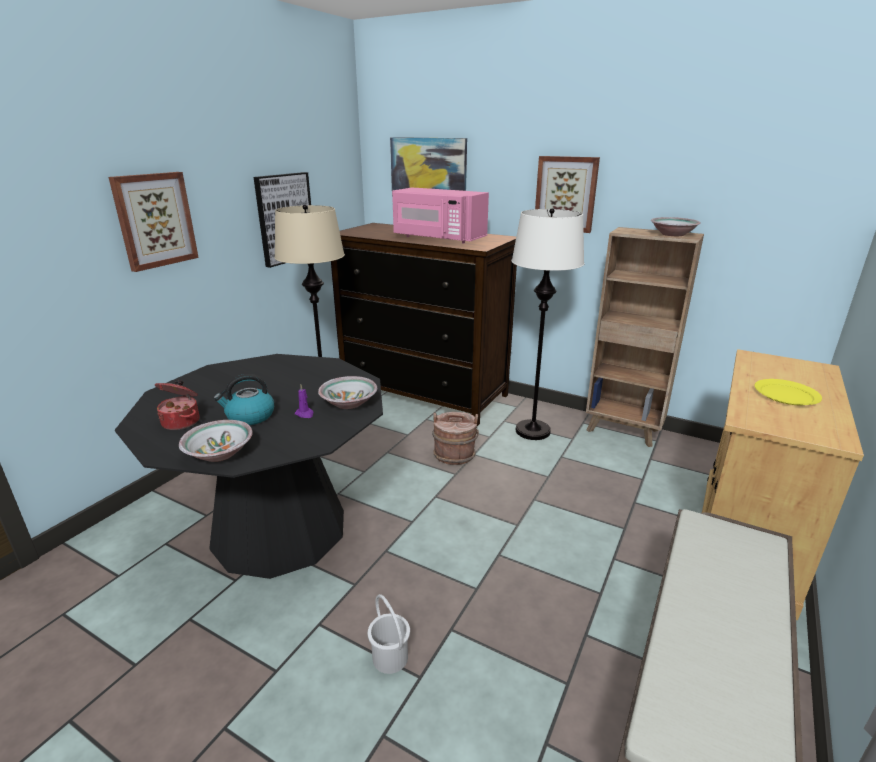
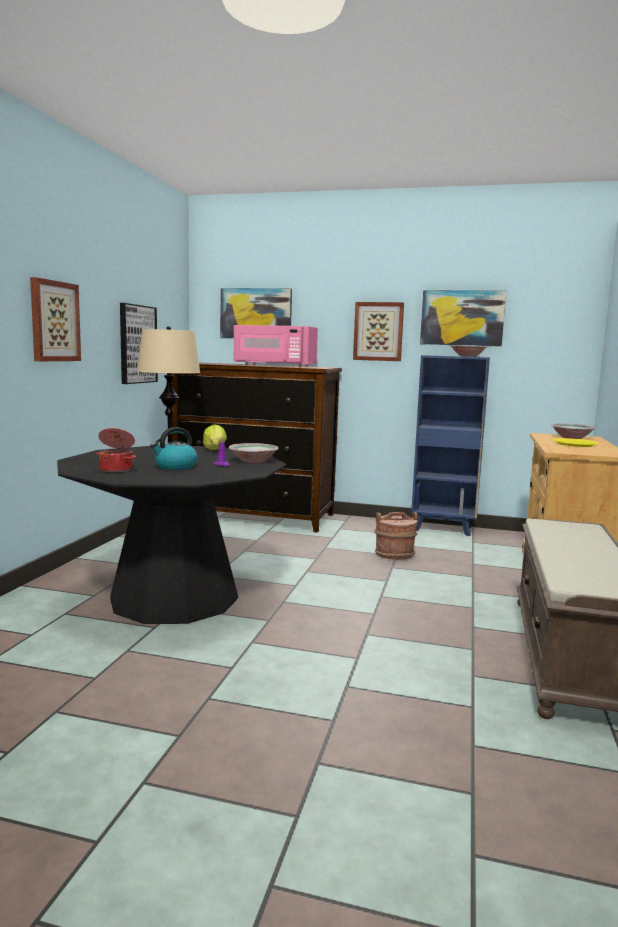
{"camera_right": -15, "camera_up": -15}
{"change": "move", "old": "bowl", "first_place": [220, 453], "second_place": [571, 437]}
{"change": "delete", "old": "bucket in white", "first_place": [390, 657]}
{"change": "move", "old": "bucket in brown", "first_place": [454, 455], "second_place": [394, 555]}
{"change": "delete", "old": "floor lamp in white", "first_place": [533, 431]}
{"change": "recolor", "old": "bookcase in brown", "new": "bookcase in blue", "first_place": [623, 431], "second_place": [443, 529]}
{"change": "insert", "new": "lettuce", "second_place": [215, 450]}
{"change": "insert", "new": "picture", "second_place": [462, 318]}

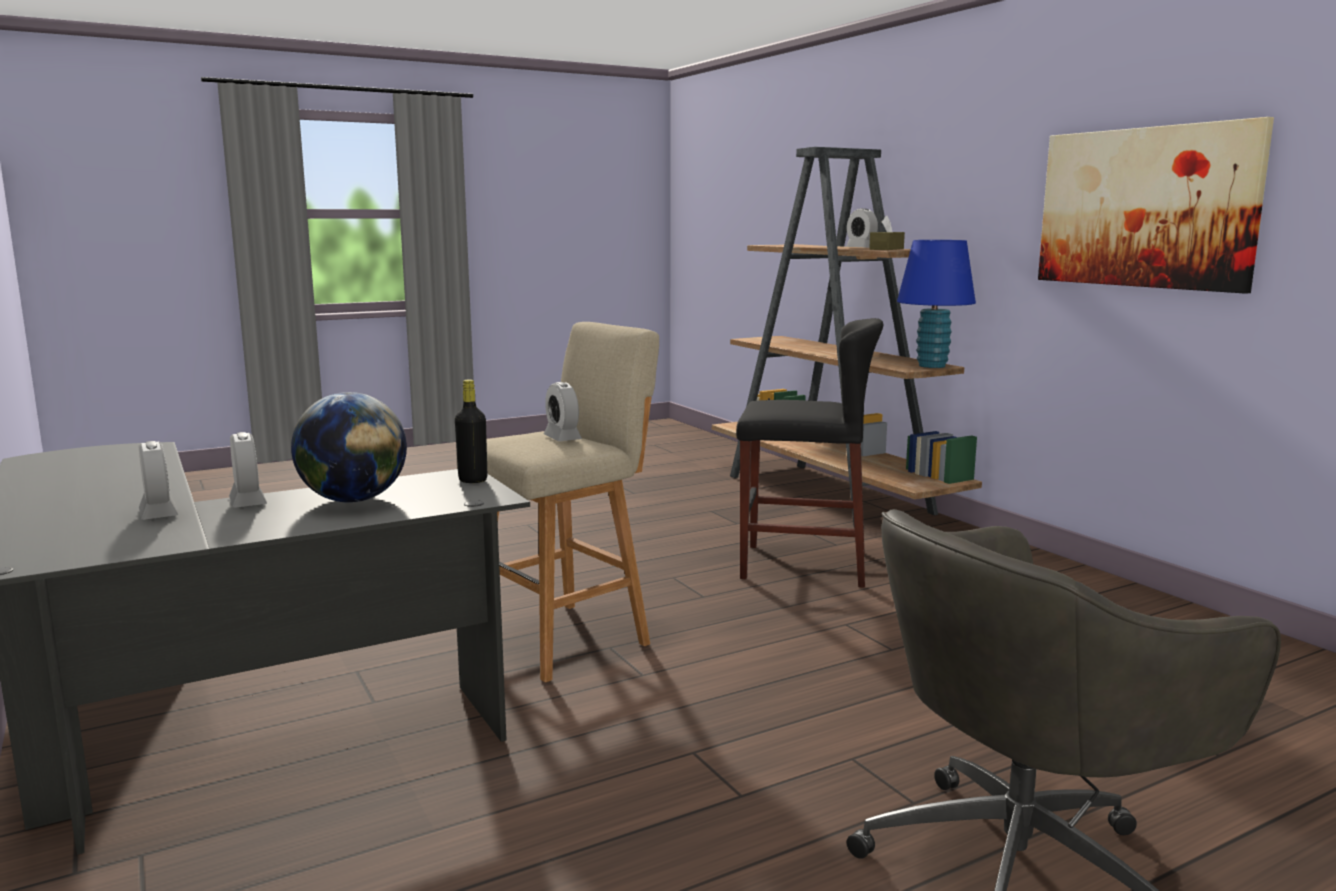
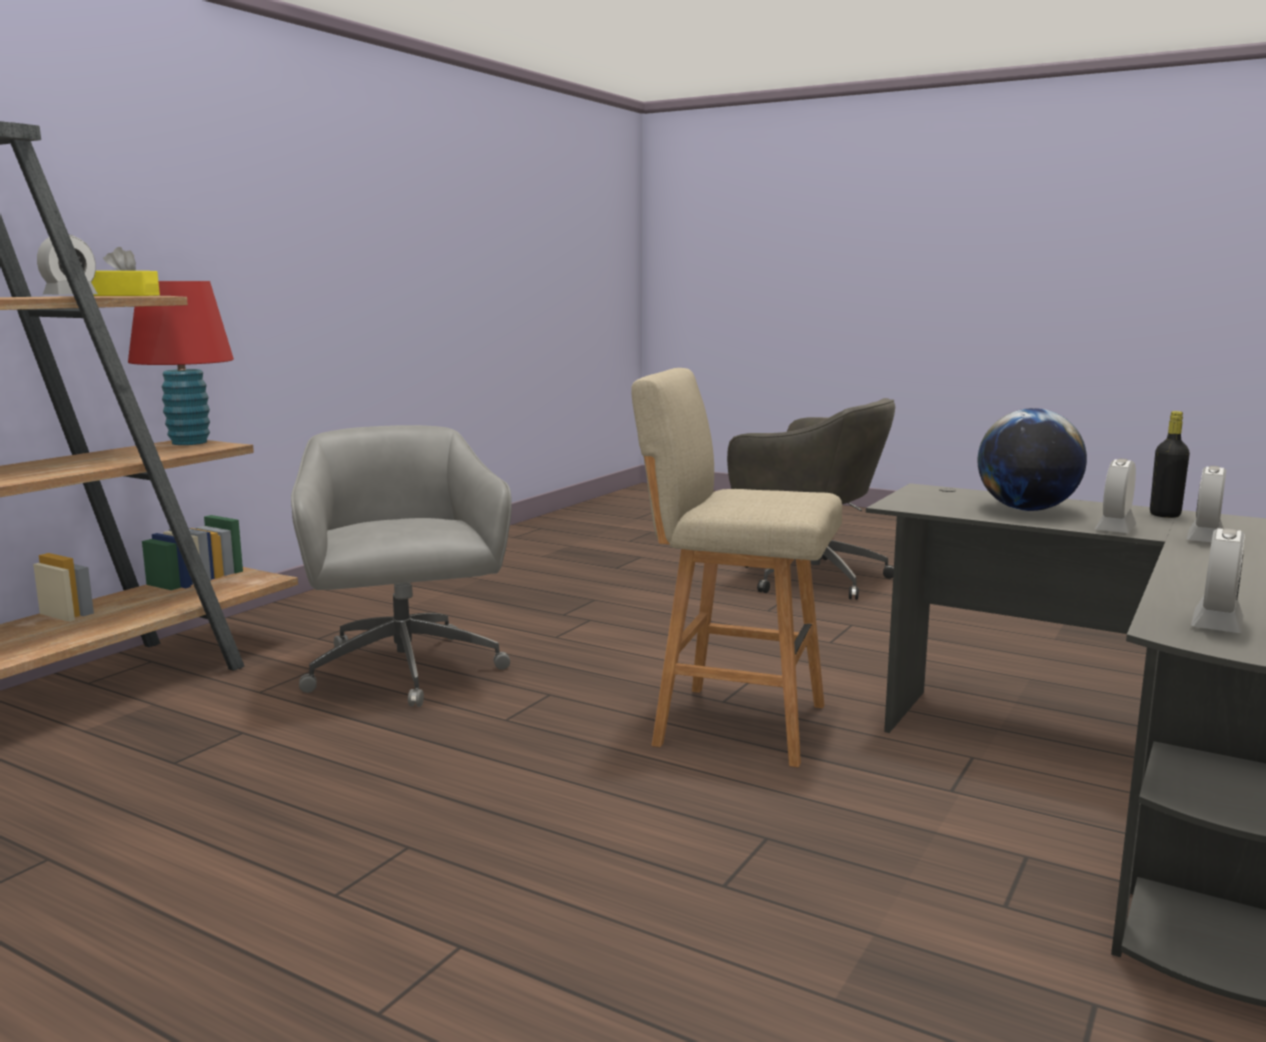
{"camera_right": -120, "camera_up": 0}
{"change": "move", "old": "bottle in black", "first_place": [473, 480], "second_place": [1165, 515]}
{"change": "move", "old": "alarm clock", "first_place": [562, 438], "second_place": [1217, 623]}
{"change": "replace", "old": "stool in black", "new": "office chair in grey", "first_place": [803, 565], "second_place": [405, 672]}
{"change": "recolor", "old": "tissue box in brown", "new": "tissue box in yellow", "first_place": [886, 249], "second_place": [126, 295]}
{"change": "recolor", "old": "table lamp in blue", "new": "table lamp in red", "first_place": [931, 366], "second_place": [189, 442]}
{"change": "delete", "old": "picture", "first_place": [1145, 208]}

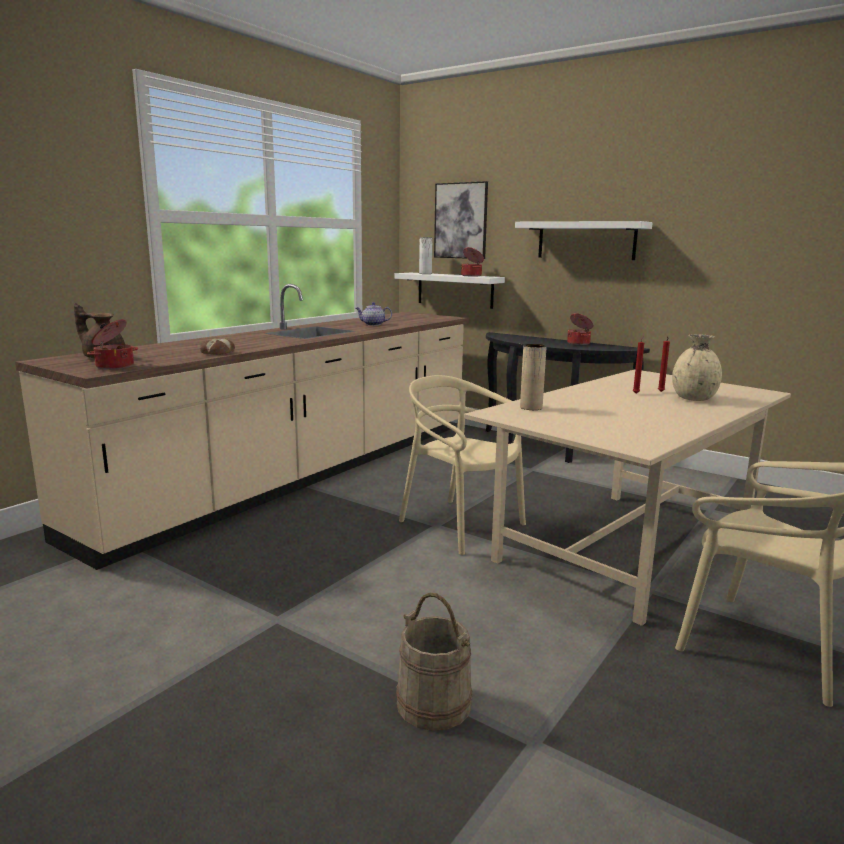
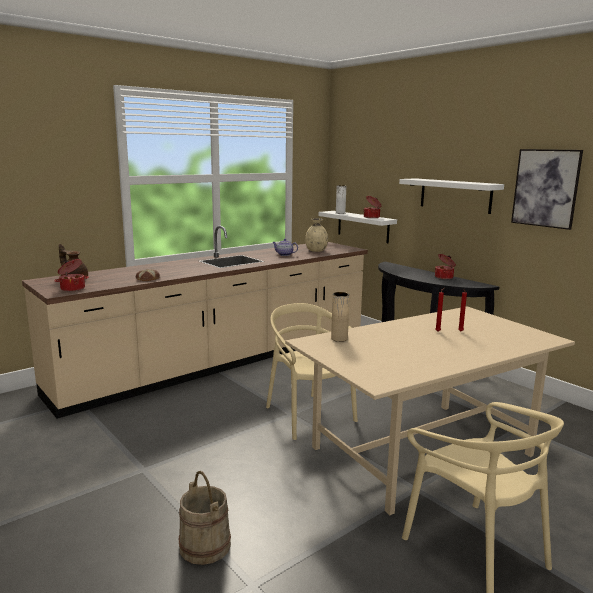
{"camera_right": 15, "camera_up": 0}
{"change": "move", "old": "picture", "first_place": [461, 220], "second_place": [546, 188]}
{"change": "move", "old": "vase in beige", "first_place": [694, 399], "second_place": [316, 251]}

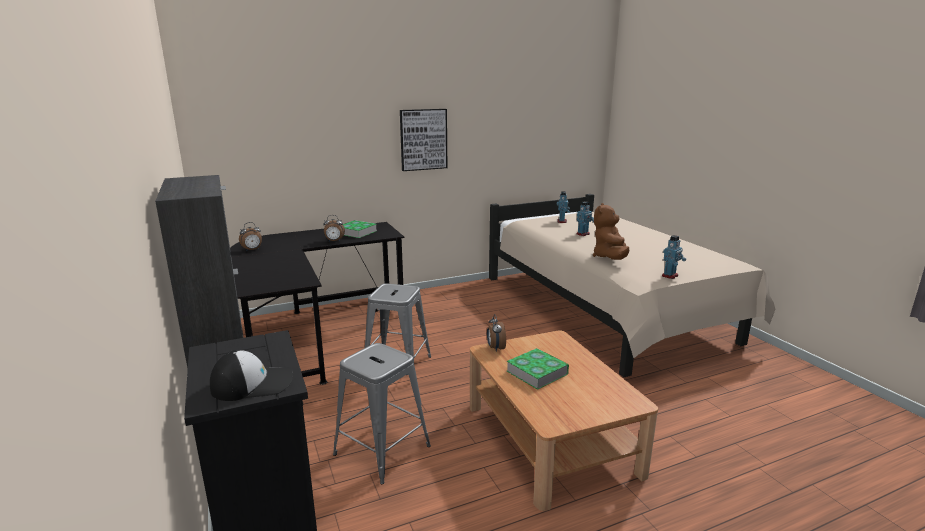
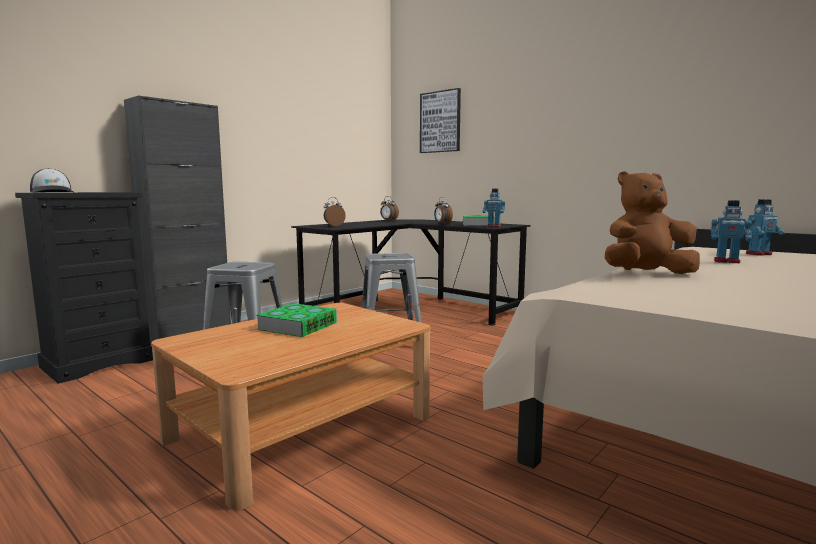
{"camera_right": 65, "camera_up": -10}
{"change": "move", "old": "picture", "first_place": [423, 139], "second_place": [440, 122]}
{"change": "move", "old": "alarm clock", "first_place": [495, 348], "second_place": [333, 226]}
{"change": "move", "old": "toy robot", "first_place": [670, 276], "second_place": [493, 227]}

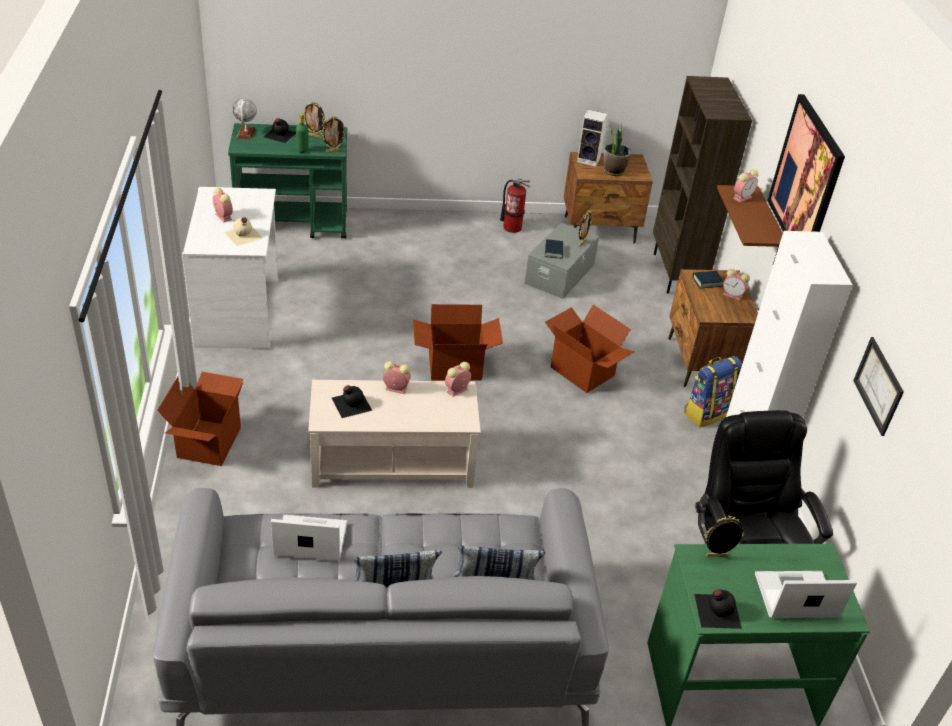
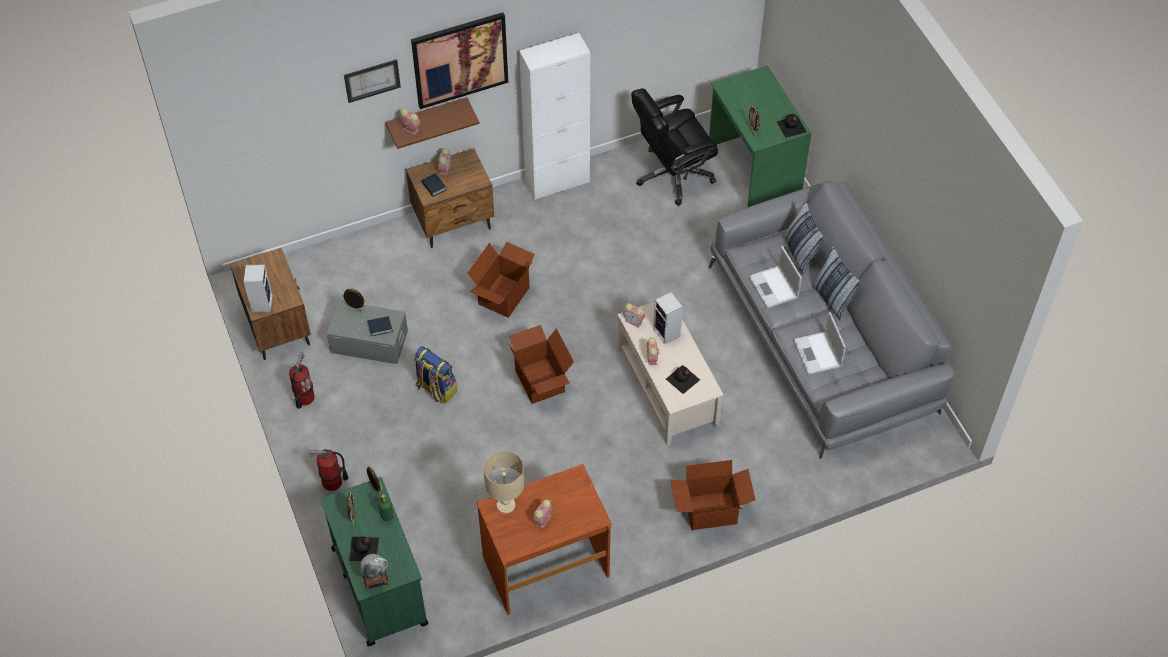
{"camera_right": -105, "camera_up": 15}
{"change": "recolor", "old": "desk in white", "new": "desk in brown", "first_place": [239, 313], "second_place": [545, 565]}
{"change": "delete", "old": "bottle in beige", "first_place": [243, 235]}
{"change": "delete", "old": "potted plant", "first_place": [613, 171]}
{"change": "delete", "old": "bookcase in brown", "first_place": [677, 273]}
{"change": "move", "old": "backpack", "first_place": [706, 412], "second_place": [436, 389]}
{"change": "move", "old": "laptop", "first_place": [794, 596], "second_place": [774, 288]}
{"change": "move", "old": "picture", "first_place": [878, 386], "second_place": [372, 80]}
{"change": "insert", "new": "fire extinguisher", "second_place": [332, 482]}
{"change": "insert", "new": "table lamp in beige", "second_place": [506, 505]}
{"change": "insert", "new": "speaker", "second_place": [667, 333]}

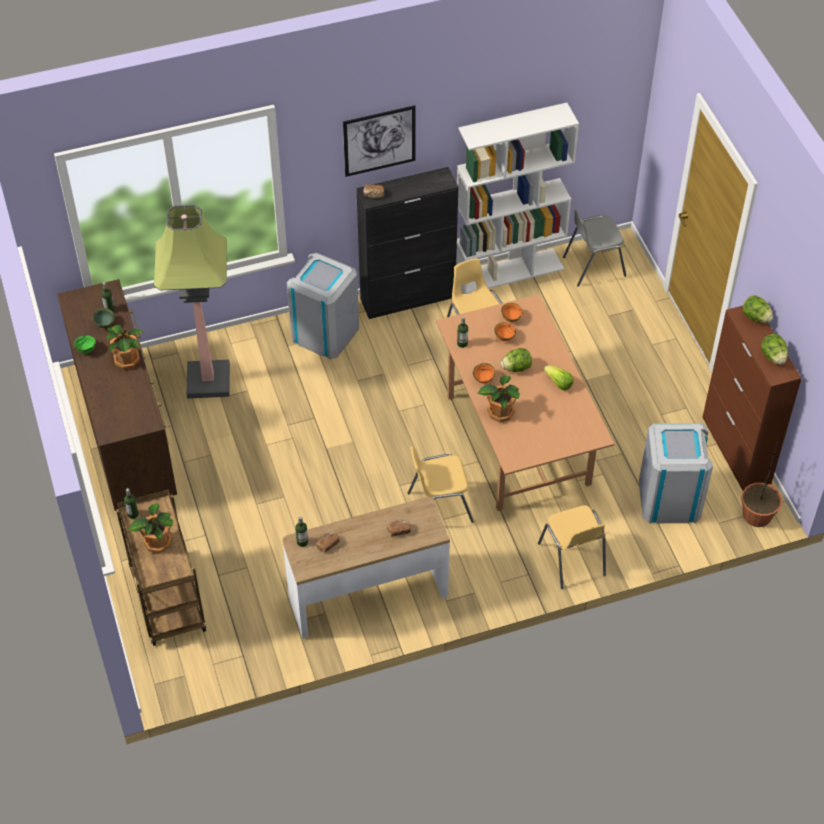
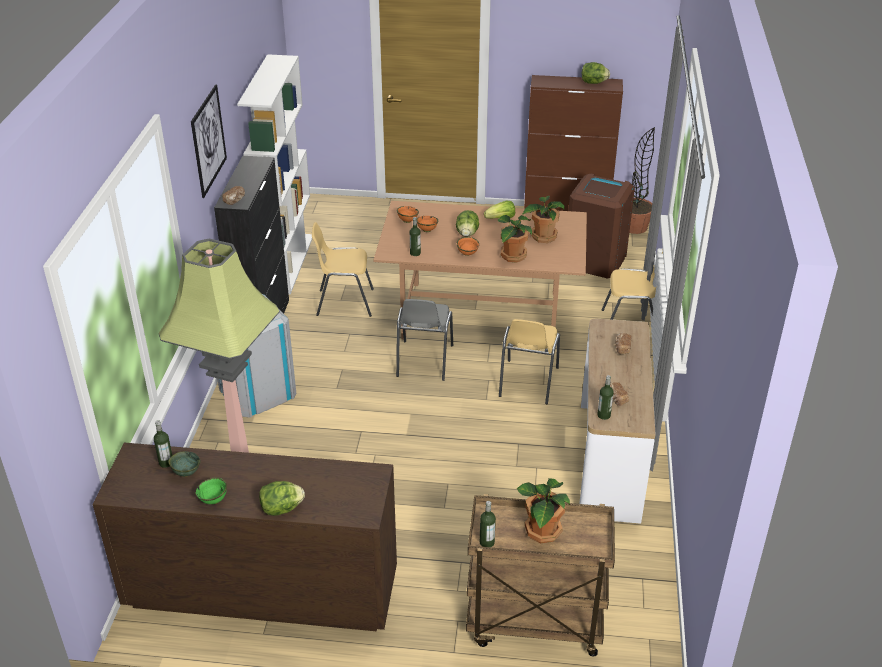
{"camera_right": -65, "camera_up": -15}
{"change": "move", "old": "potted plant", "first_place": [127, 359], "second_place": [543, 236]}
{"change": "move", "old": "chair in grey", "first_place": [593, 266], "second_place": [424, 361]}
{"change": "recolor", "old": "trash can in grey", "new": "trash can in brown", "first_place": [669, 499], "second_place": [595, 260]}
{"change": "move", "old": "lettuce", "first_place": [755, 317], "second_place": [281, 509]}

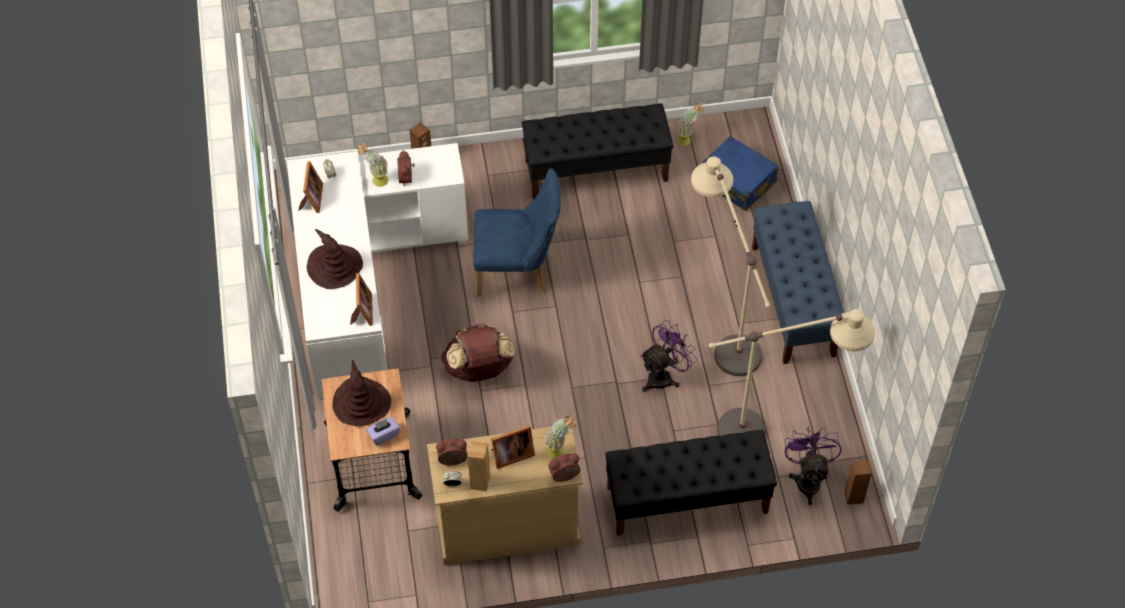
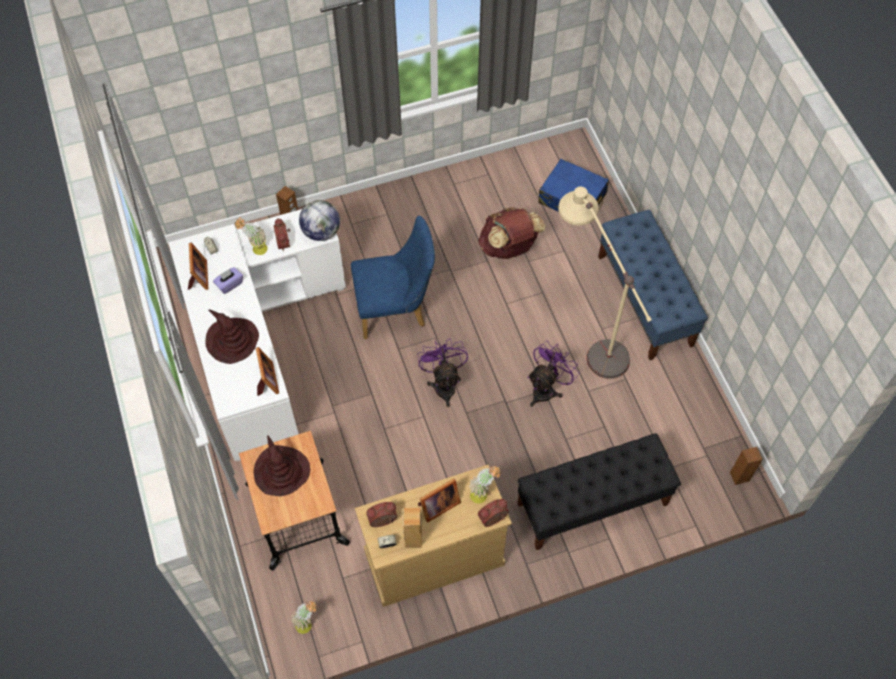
{"camera_right": -10, "camera_up": 5}
{"change": "move", "old": "tissue box in purple", "first_place": [383, 435], "second_place": [229, 284]}
{"change": "move", "old": "backpack in brown", "first_place": [479, 369], "second_place": [508, 248]}
{"change": "delete", "old": "bench in black", "first_place": [596, 170]}
{"change": "move", "old": "potted plant", "first_place": [687, 139], "second_place": [307, 624]}
{"change": "delete", "old": "floor lamp in beige", "first_place": [776, 433]}
{"change": "move", "old": "fan in purple", "first_place": [808, 479], "second_place": [444, 384]}
{"change": "insert", "new": "globe", "second_place": [321, 232]}

